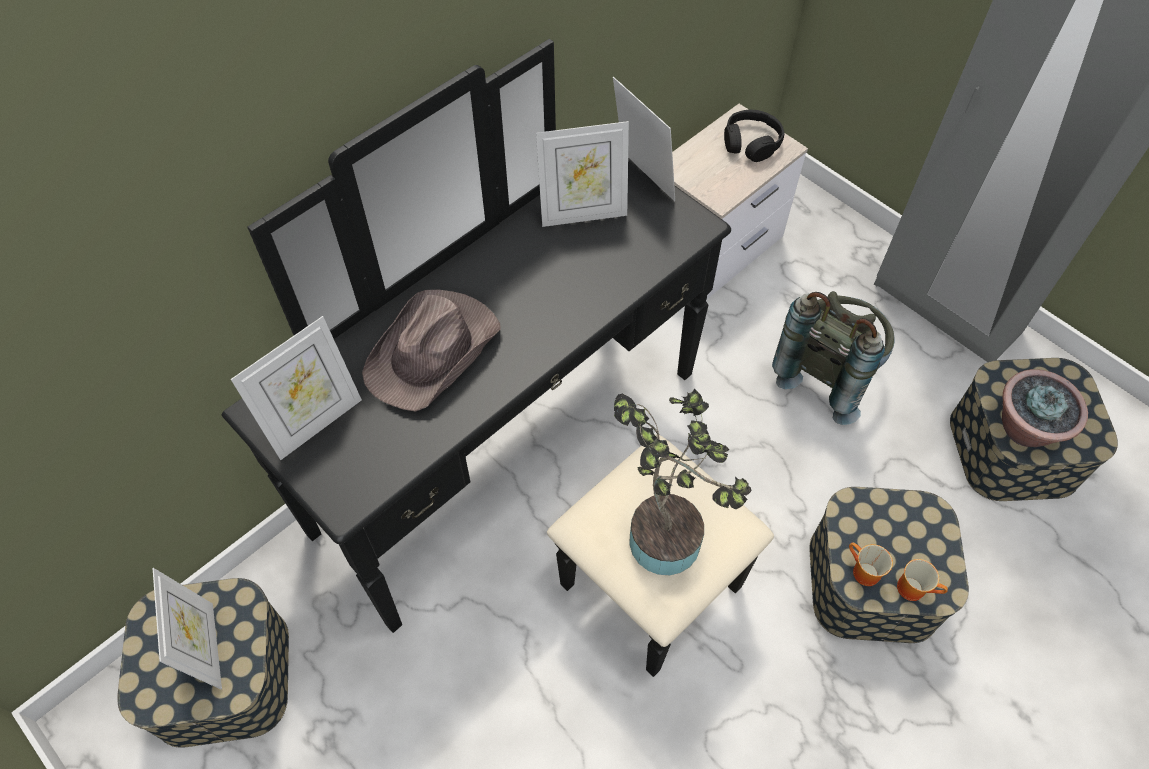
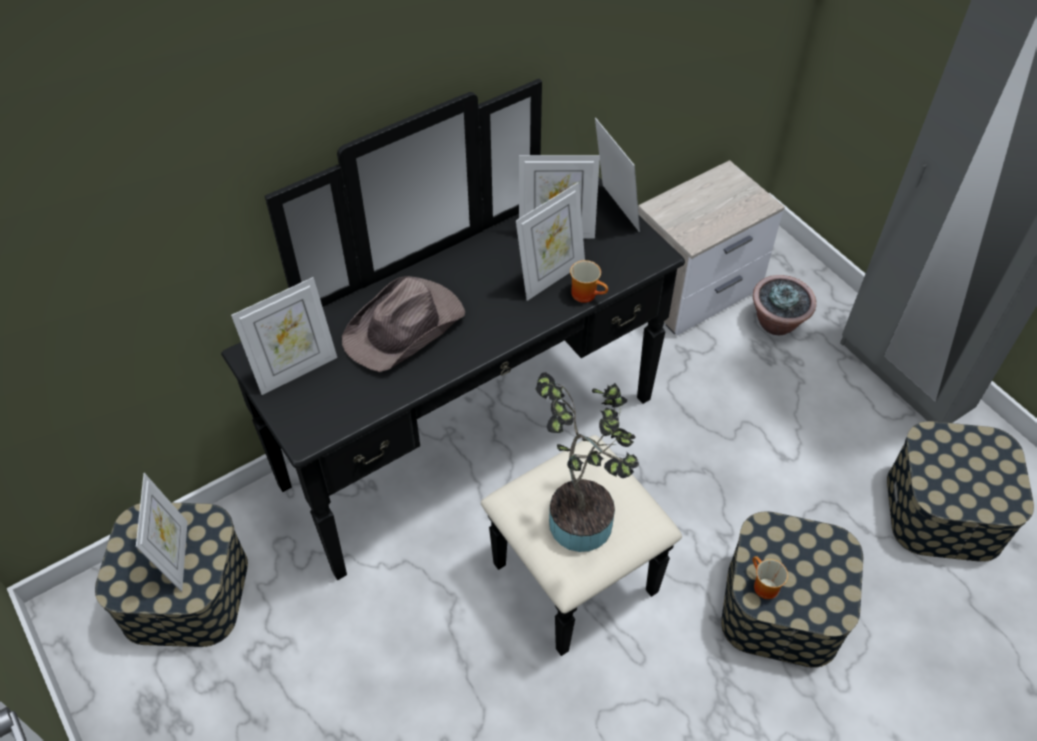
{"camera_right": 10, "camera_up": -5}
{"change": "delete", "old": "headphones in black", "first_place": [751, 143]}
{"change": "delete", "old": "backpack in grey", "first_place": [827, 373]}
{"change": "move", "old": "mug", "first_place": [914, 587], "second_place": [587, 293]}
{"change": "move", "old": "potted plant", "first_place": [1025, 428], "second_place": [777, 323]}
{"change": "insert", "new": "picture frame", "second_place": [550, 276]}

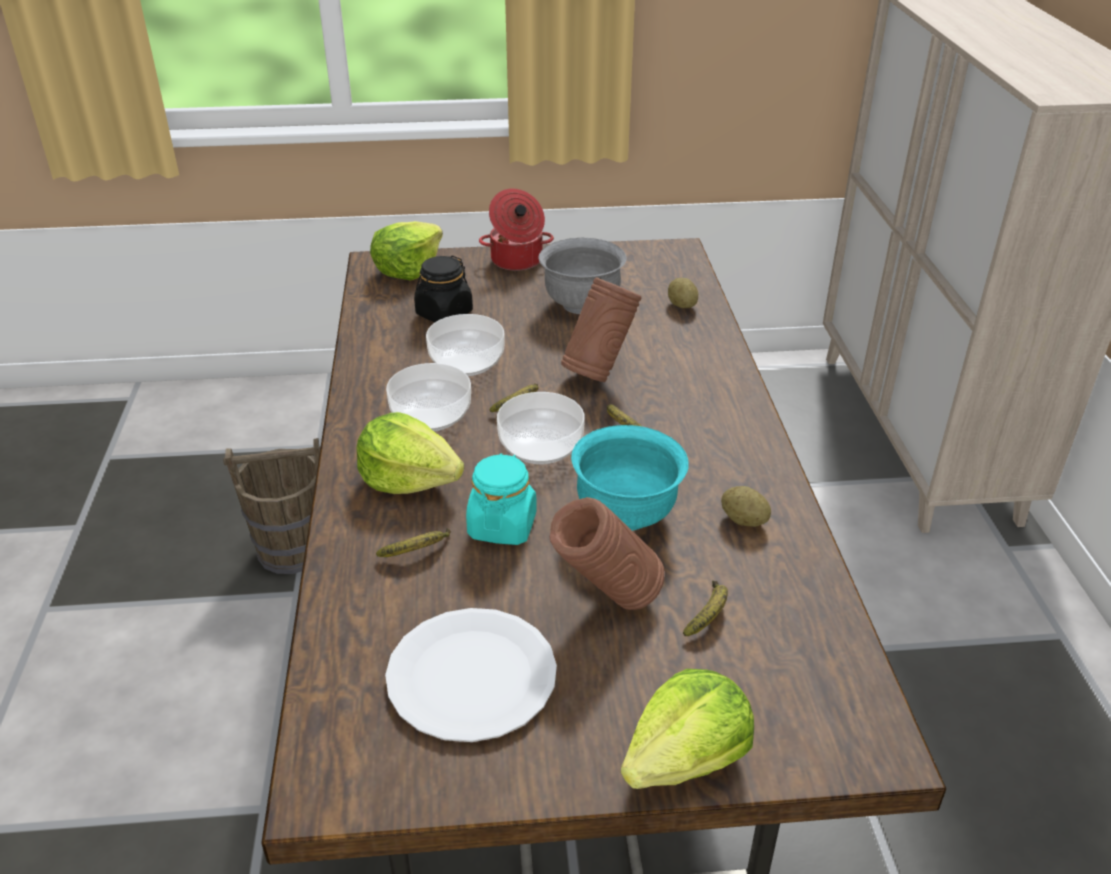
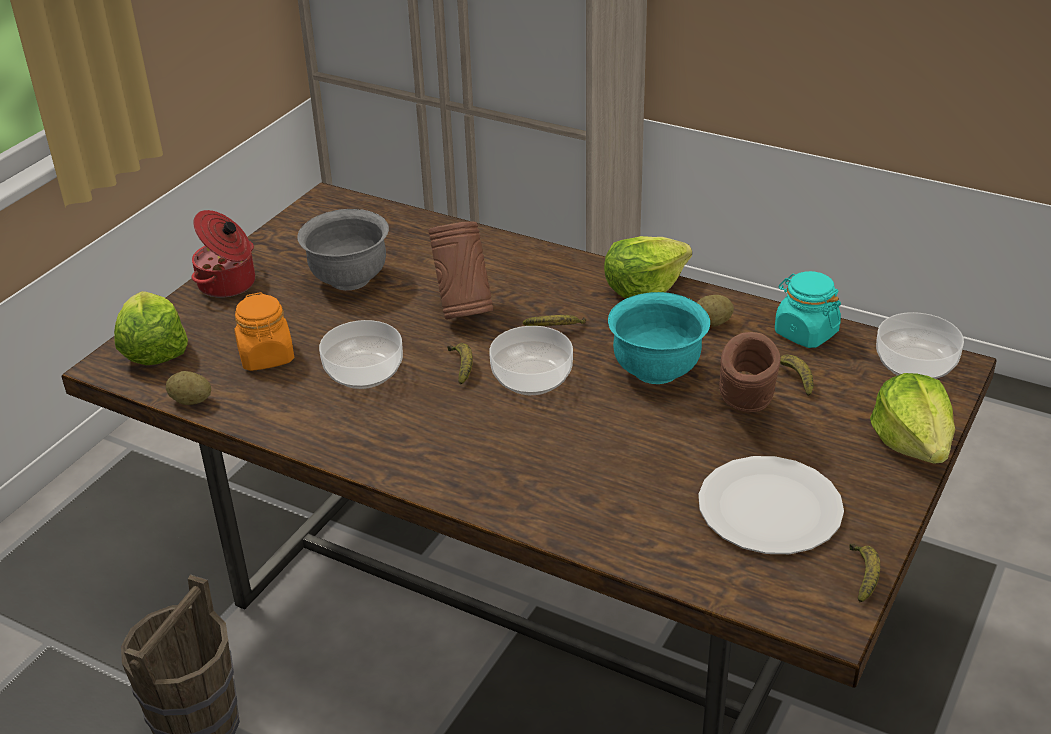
{"camera_right": -55, "camera_up": 0}
{"change": "move", "old": "lettuce", "first_place": [409, 479], "second_place": [644, 287]}
{"change": "move", "old": "banana", "first_place": [418, 551], "second_place": [864, 576]}
{"change": "move", "old": "bowl", "first_place": [430, 414], "second_place": [914, 364]}
{"change": "recolor", "old": "jar in black", "new": "jar in orange", "first_place": [444, 314], "second_place": [266, 356]}
{"change": "move", "old": "jar in turquoise", "first_place": [502, 526], "second_place": [805, 333]}
{"change": "move", "old": "potato", "first_place": [682, 305], "second_place": [191, 401]}

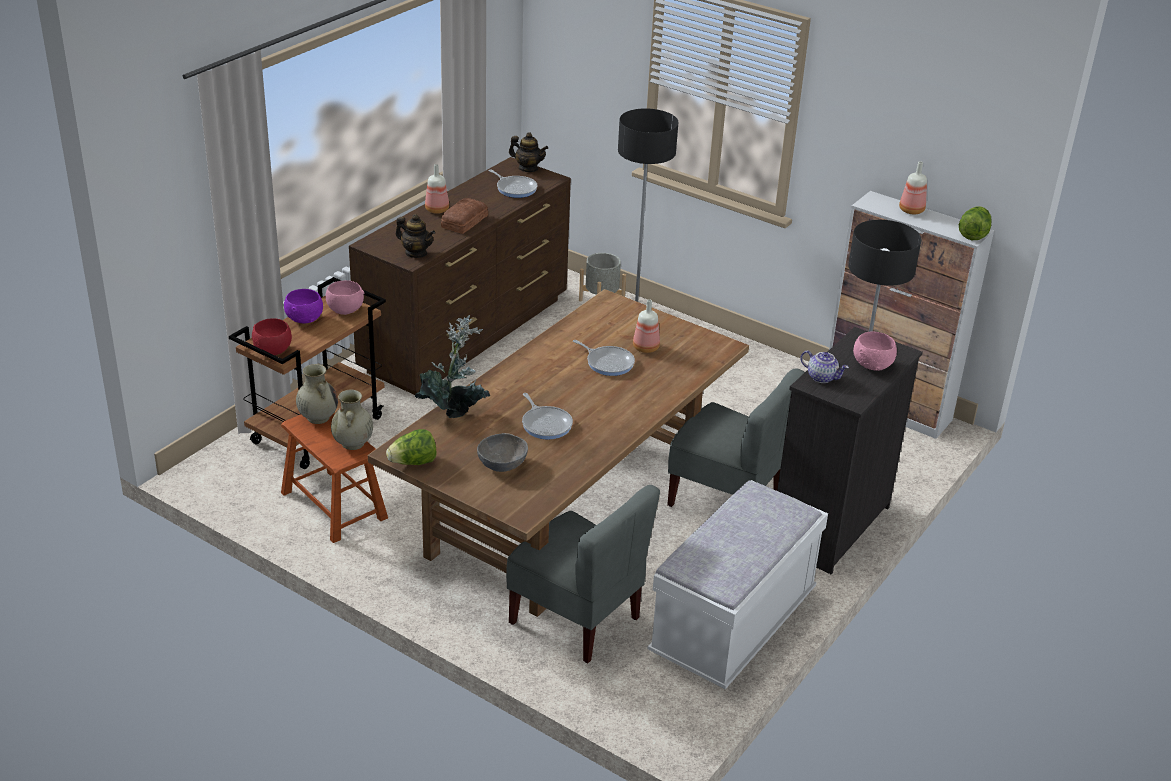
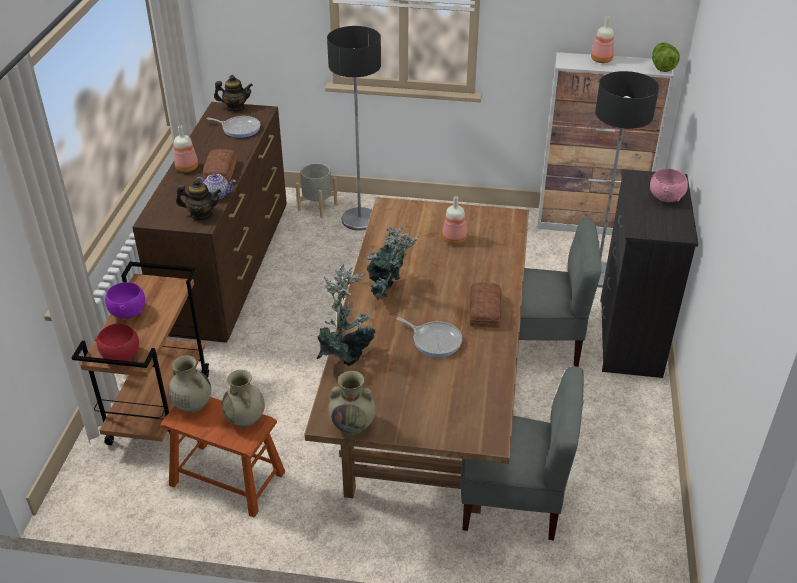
{"camera_right": -25, "camera_up": 5}
{"change": "delete", "old": "bowl in pink", "first_place": [344, 310]}
{"change": "replace", "old": "lettuce", "new": "vase in beige", "first_place": [413, 462], "second_place": [353, 425]}
{"change": "delete", "old": "bowl in grey", "first_place": [502, 464]}
{"change": "delete", "old": "frying pan", "first_place": [608, 363]}
{"change": "delete", "old": "bench in white", "first_place": [733, 626]}
{"change": "move", "old": "teapot", "first_place": [822, 377], "second_place": [217, 194]}
{"change": "insert", "new": "potted plant", "second_place": [388, 292]}
{"change": "insert", "new": "bread", "second_place": [485, 310]}

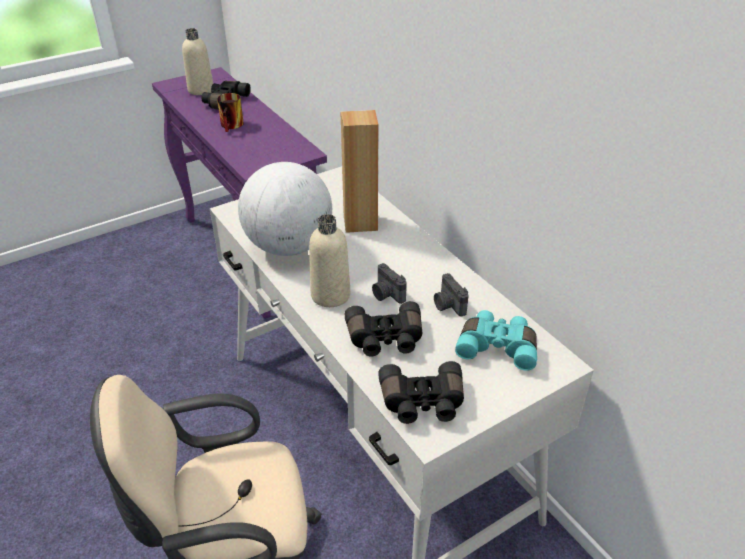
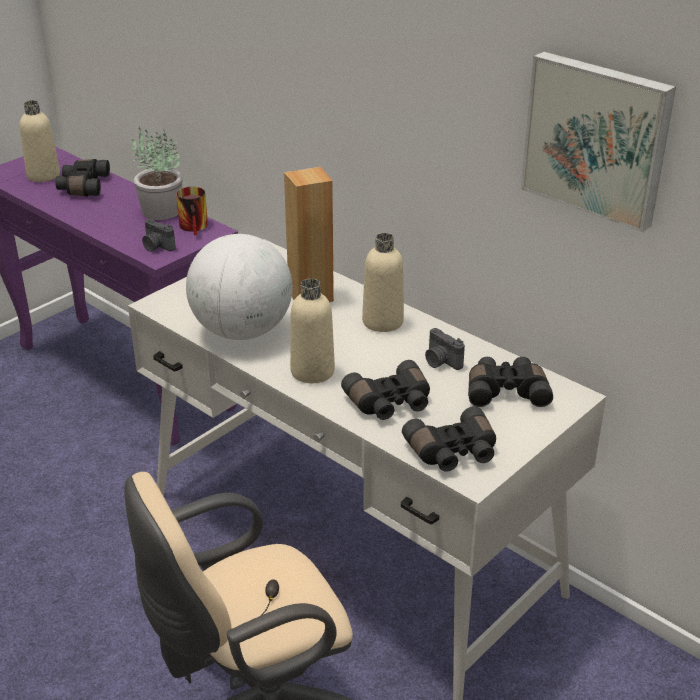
{"camera_right": -15, "camera_up": -5}
{"change": "move", "old": "mug", "first_place": [233, 126], "second_place": [196, 227]}
{"change": "move", "old": "photo camera", "first_place": [386, 294], "second_place": [157, 247]}
{"change": "recolor", "old": "binoculars in turquoise", "new": "binoculars in black", "first_place": [497, 347], "second_place": [506, 391]}
{"change": "insert", "new": "potted plant", "second_place": [160, 211]}
{"change": "insert", "new": "bottle in beige", "second_place": [382, 321]}
{"change": "insert", "new": "picture", "second_place": [597, 138]}

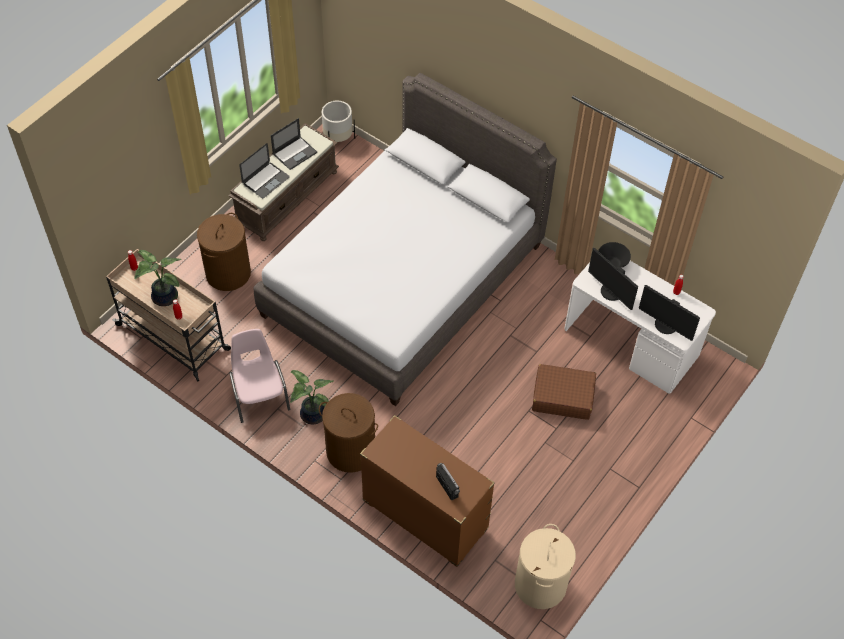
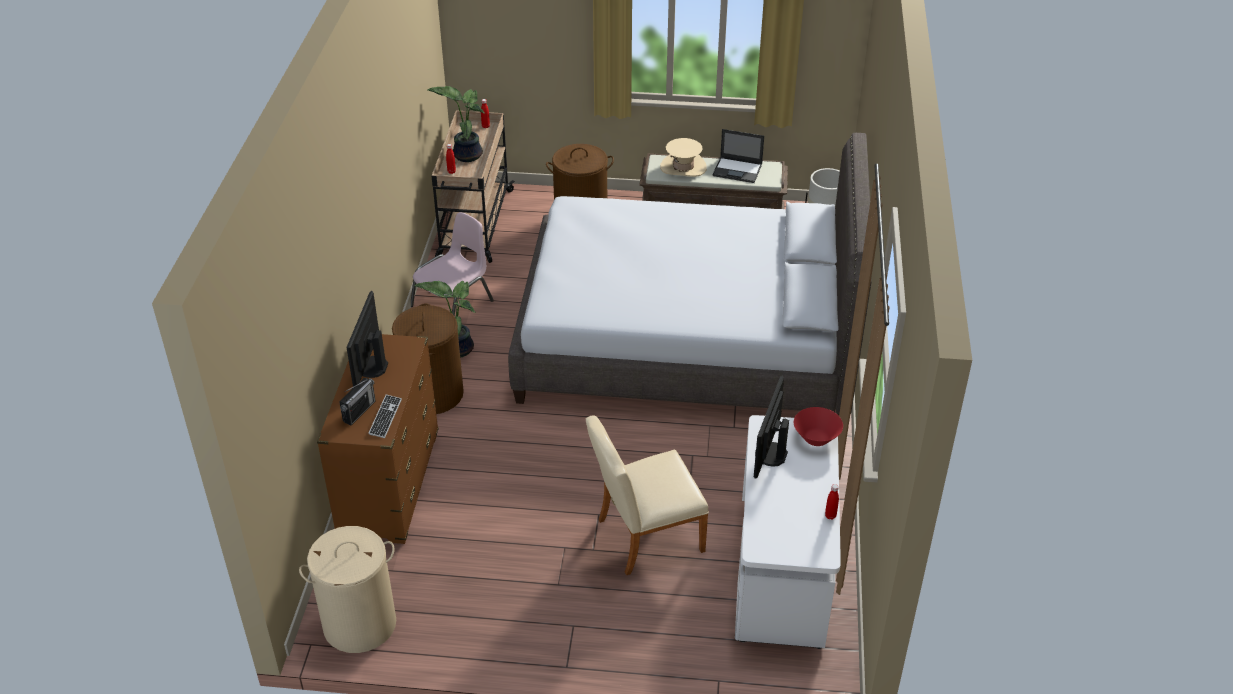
{"camera_right": 60, "camera_up": -15}
{"change": "replace", "old": "laptop", "new": "hat in beige", "first_place": [265, 180], "second_place": [683, 167]}
{"change": "replace", "old": "suitcase in brown", "new": "chair in beige", "first_place": [562, 397], "second_place": [643, 537]}
{"change": "recolor", "old": "bowl in black", "new": "bowl in red", "first_place": [612, 263], "second_place": [816, 438]}
{"change": "move", "old": "monitor", "first_place": [665, 325], "second_place": [371, 367]}
{"change": "insert", "new": "keyboard", "second_place": [385, 417]}

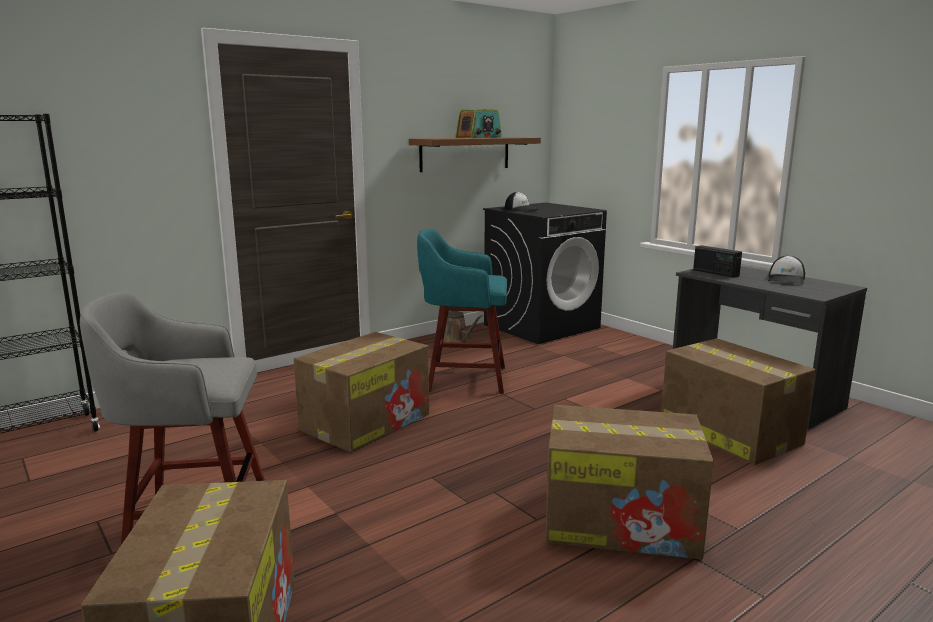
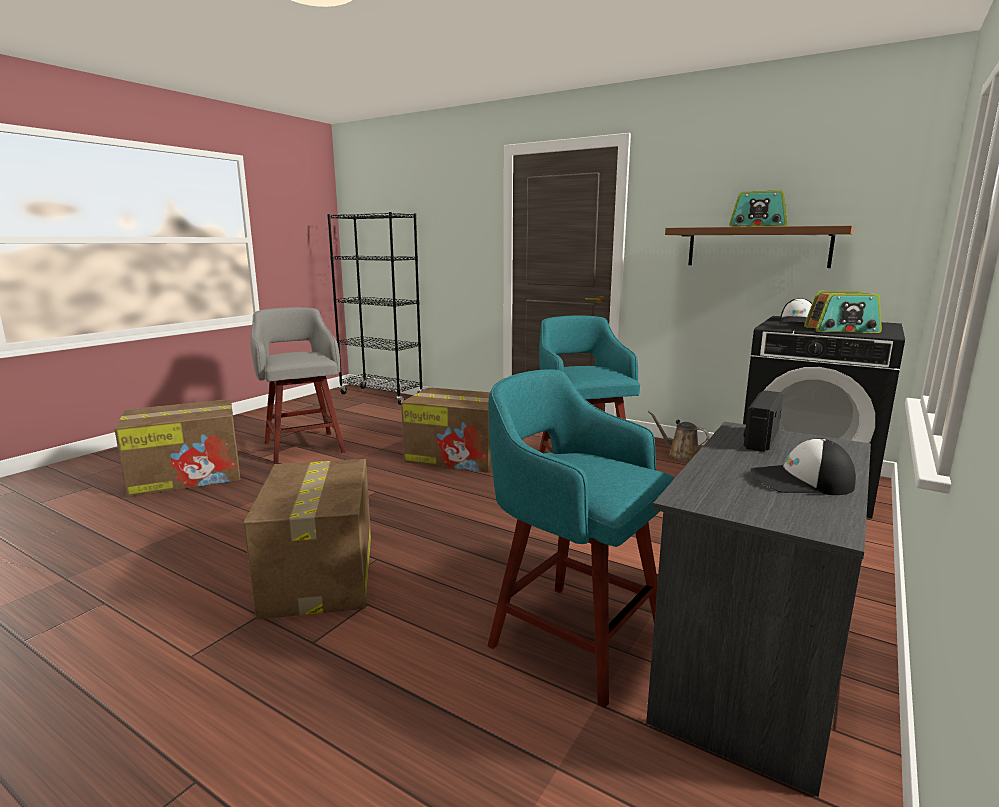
{"camera_right": 70, "camera_up": 0}
{"change": "rotate", "old": "watering can in brown", "first_place": [457, 341], "second_place": [680, 455], "degrees": 105}
{"change": "replace", "old": "cardboard box", "new": "stool in turquoise", "first_place": [728, 432], "second_place": [572, 636]}
{"change": "insert", "new": "radio", "second_place": [841, 330]}

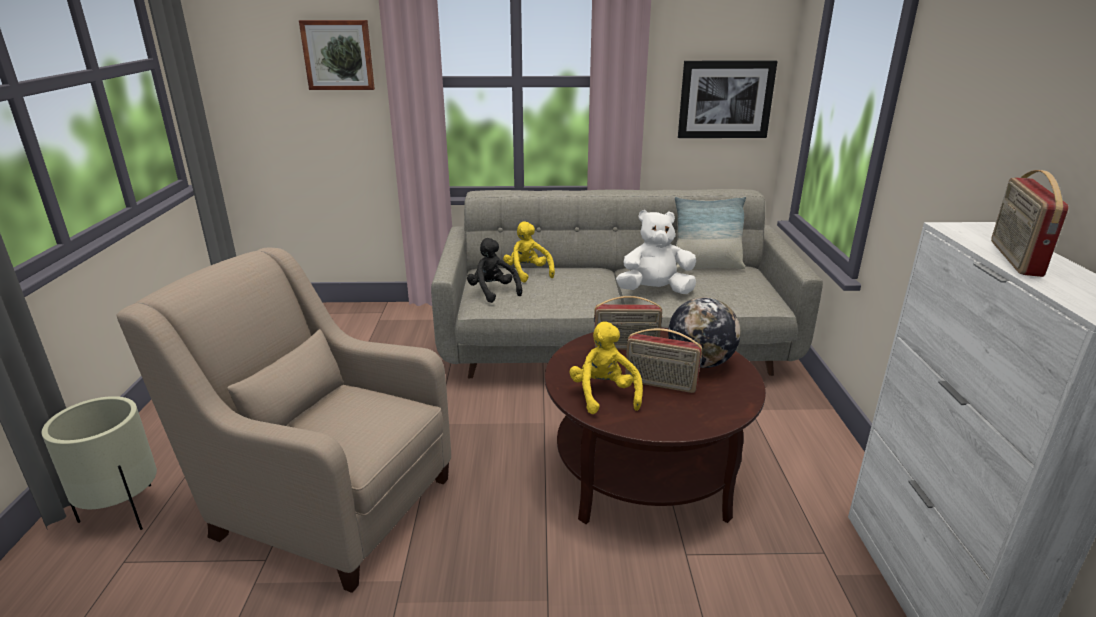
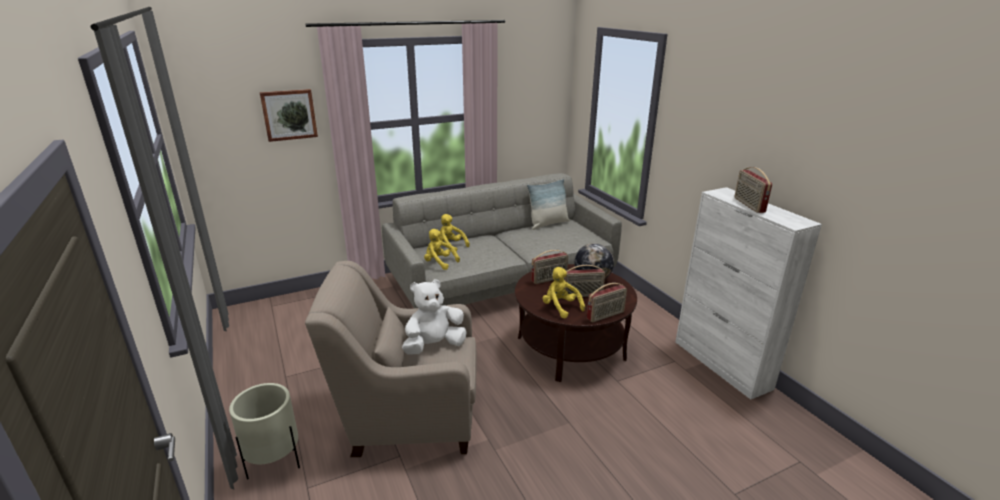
{"camera_right": -25, "camera_up": 0}
{"change": "recolor", "old": "plush toy in black", "new": "plush toy in yellow", "first_place": [493, 292], "second_place": [439, 263]}
{"change": "move", "old": "plush toy in white", "first_place": [655, 291], "second_place": [434, 346]}
{"change": "delete", "old": "picture", "first_place": [725, 99]}
{"change": "insert", "new": "radio", "second_place": [606, 316]}

